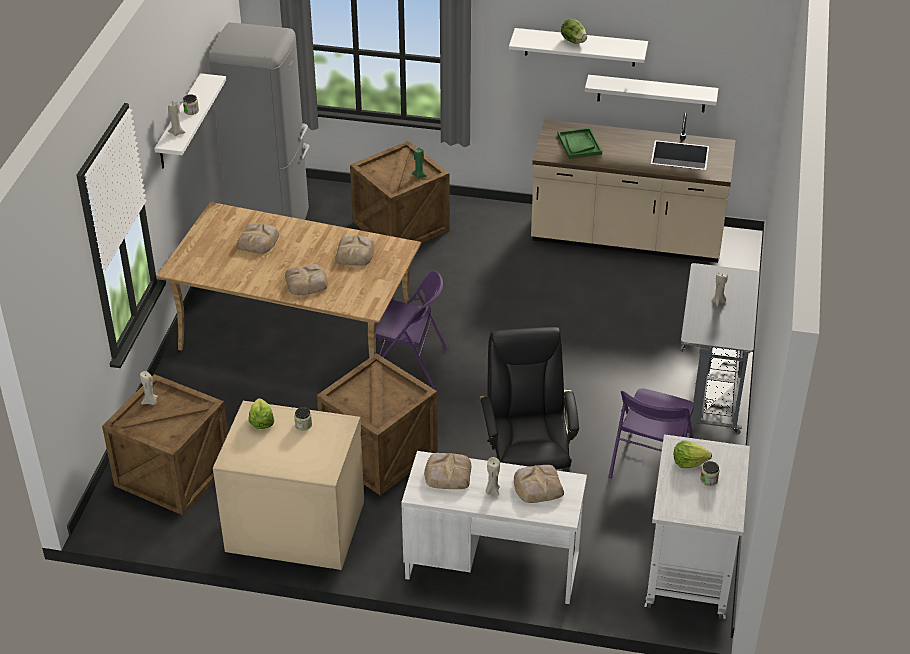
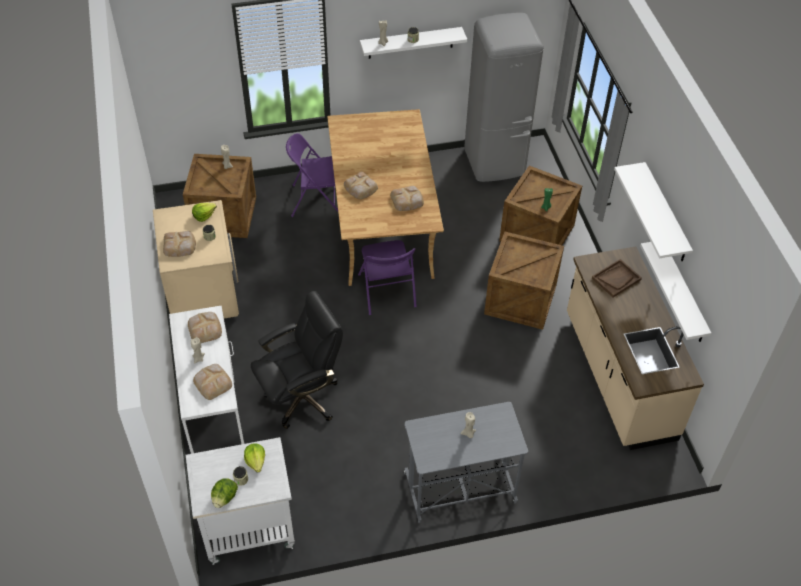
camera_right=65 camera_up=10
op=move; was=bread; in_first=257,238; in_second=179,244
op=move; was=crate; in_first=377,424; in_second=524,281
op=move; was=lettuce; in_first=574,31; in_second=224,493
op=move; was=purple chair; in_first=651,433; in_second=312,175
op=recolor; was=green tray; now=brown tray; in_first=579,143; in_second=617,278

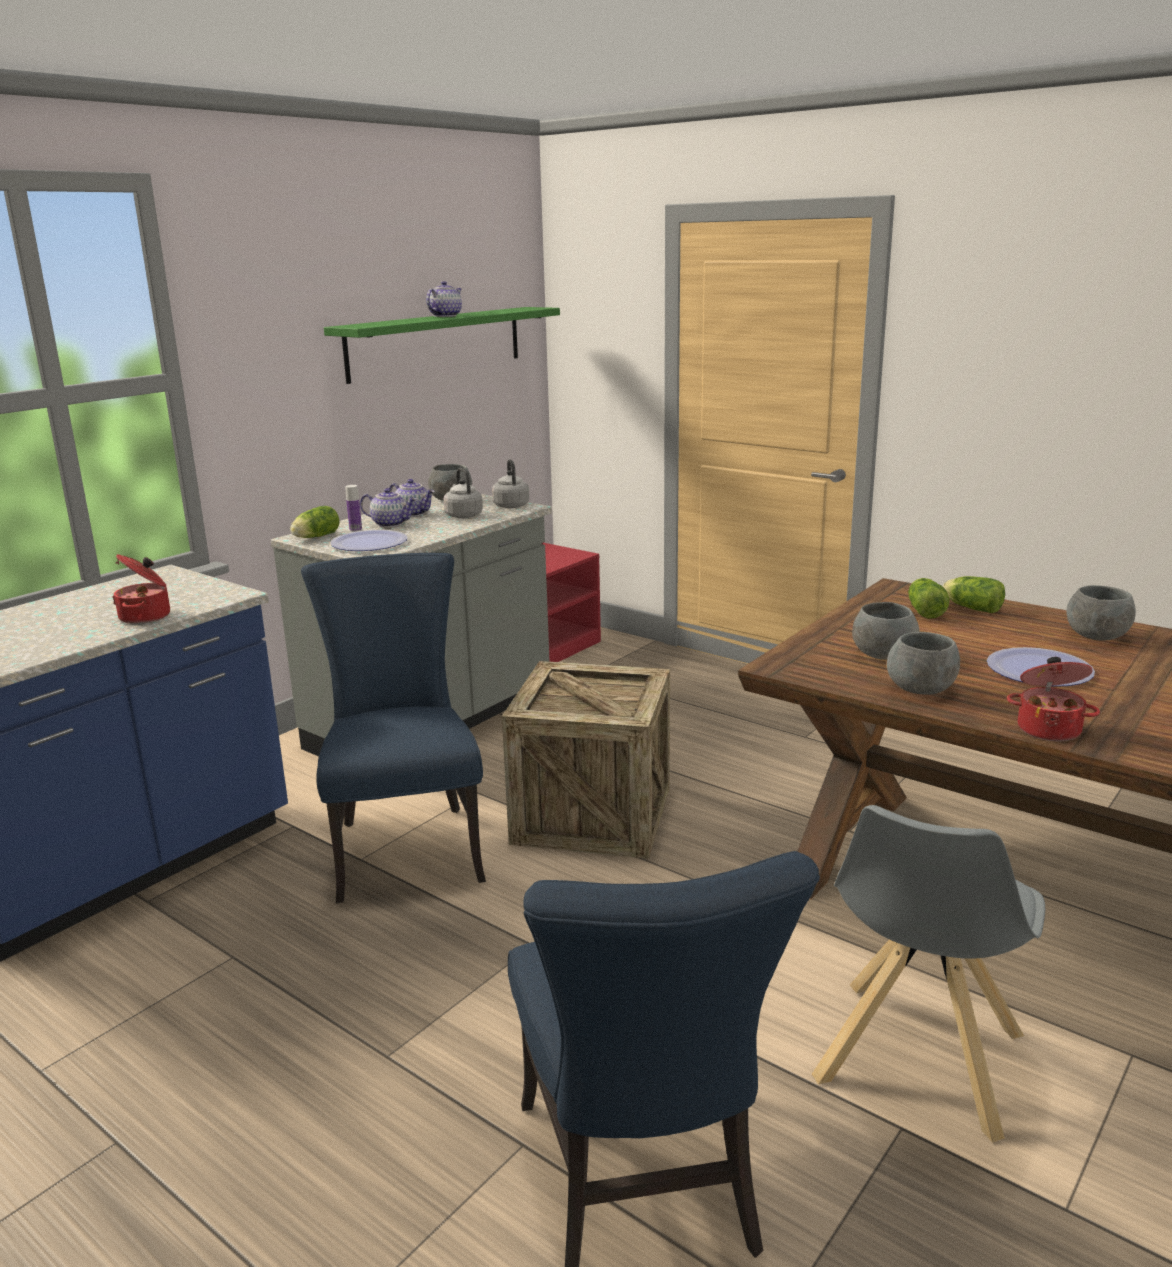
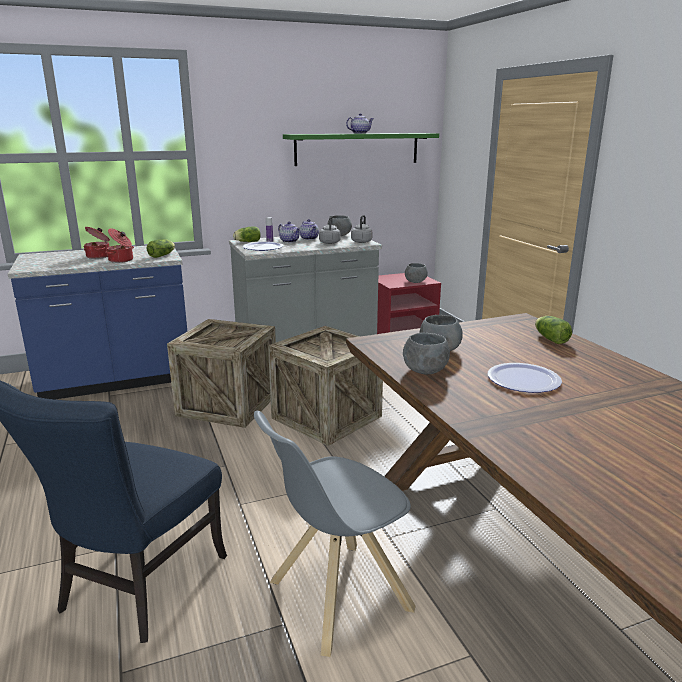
camera_right=30 camera_up=0
op=move; was=lettuce; in_first=929,598; in_second=161,248
op=move; was=cooking pot; in_first=1053,699; in_second=97,243
op=move; was=grey bowl; in_first=1101,612; in_second=416,273
op=replace; was=blue chair; now=crate; in_first=393,728; in_second=221,373

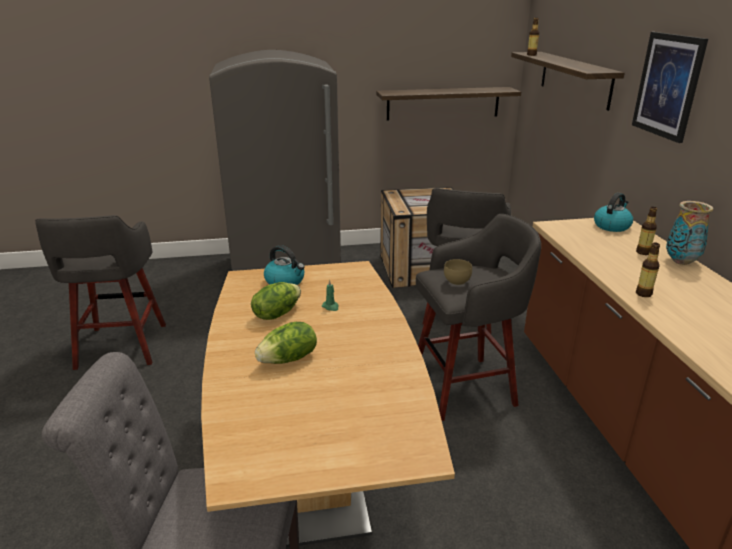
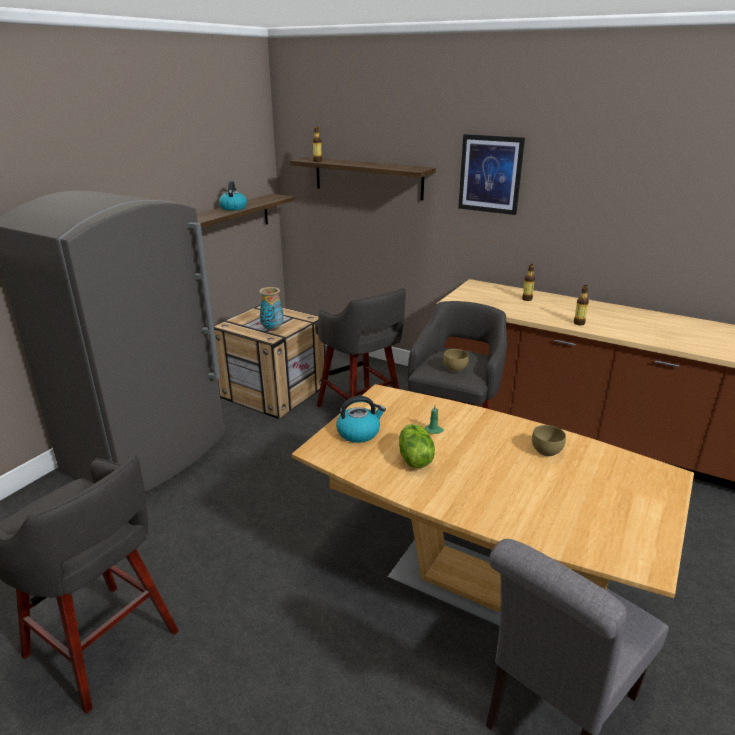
camera_right=-50 camera_up=0
op=delete; was=lettuce; in_first=286,343
op=insert; now=brown bowl; in_second=549,440
op=move; was=kettle; in_first=613,212; in_second=233,196
op=move; was=vase; in_first=689,233; in_second=271,309

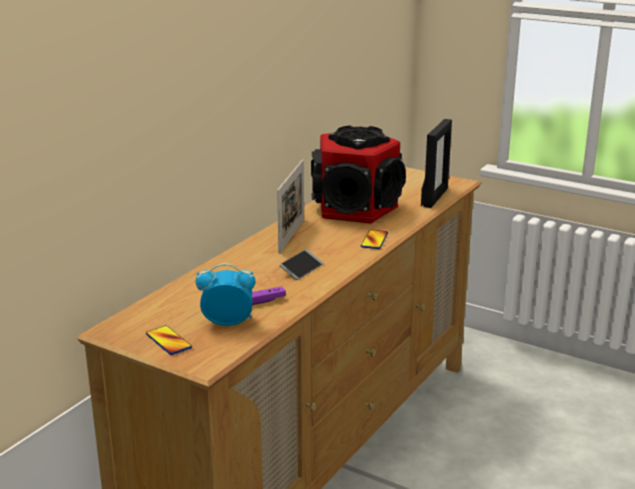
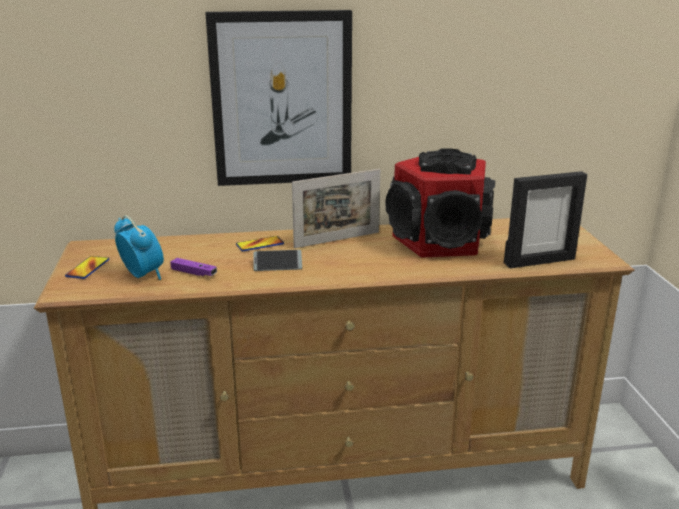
camera_right=50 camera_up=0
op=insert; now=picture; in_second=278,98
op=move; was=phone; in_first=374,239; in_second=260,243

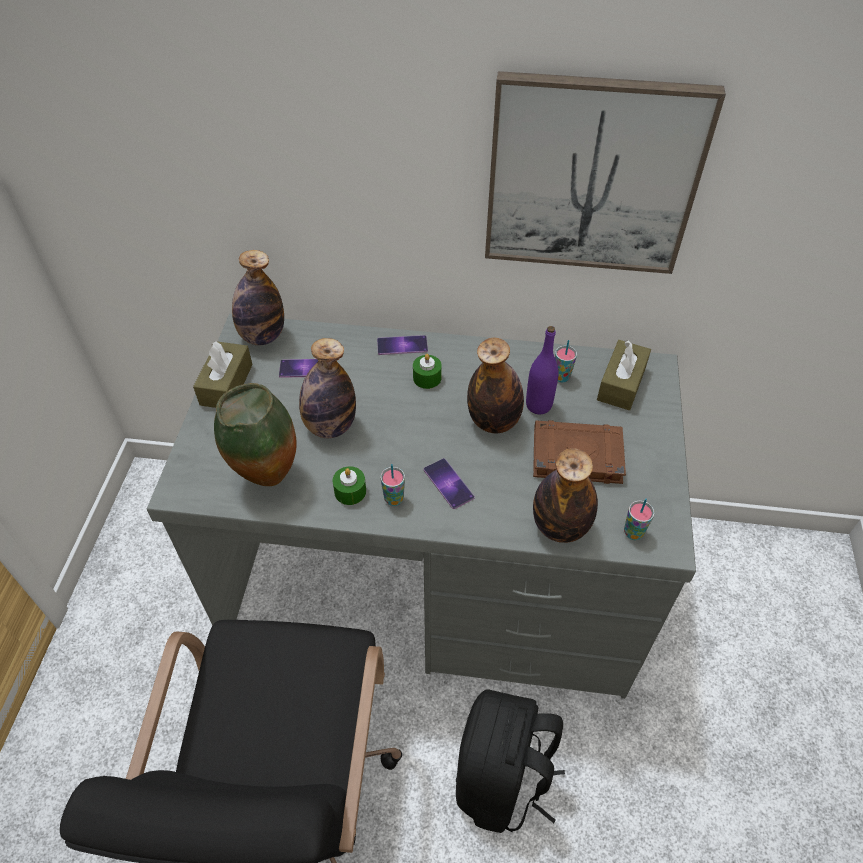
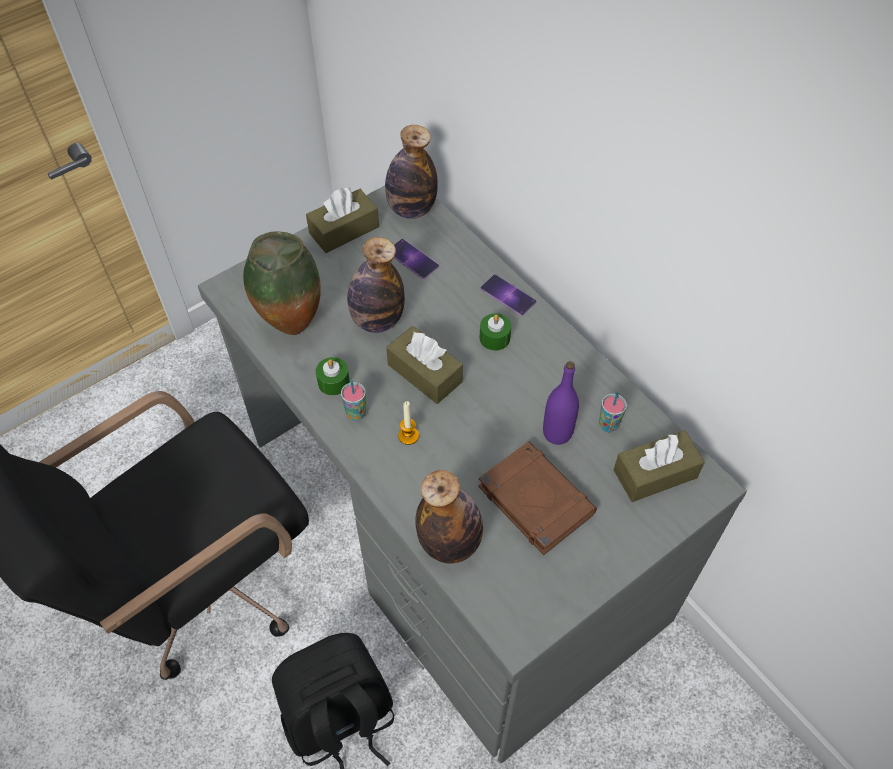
camera_right=45 camera_up=5
op=delete; was=bottle; in_first=495,386
op=delete; was=picture; in_first=605,172
op=delete; was=cup; in_first=639,519
op=insert; now=brown tissue box; in_second=424,365
op=replace; was=phone; now=candle; in_first=449,483; in_second=408,423

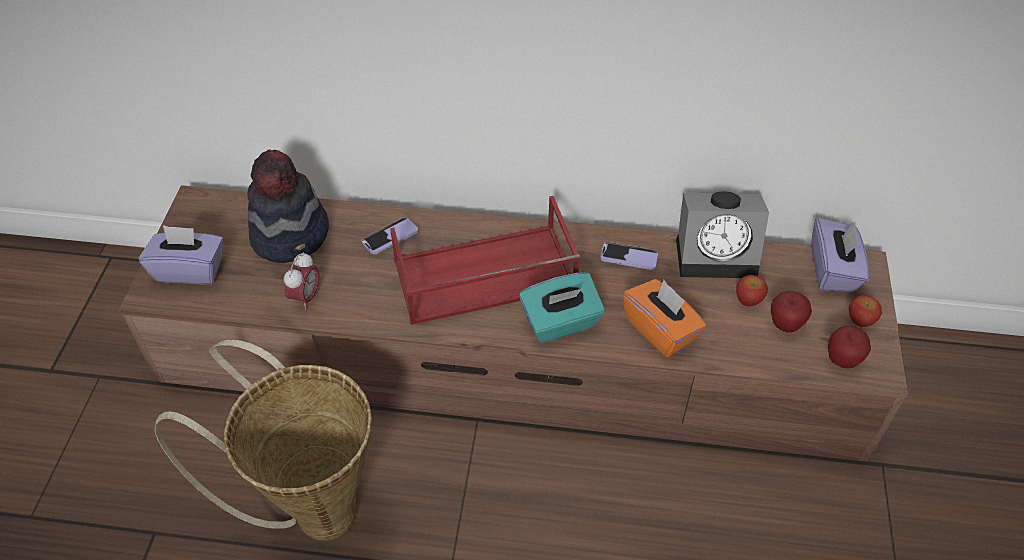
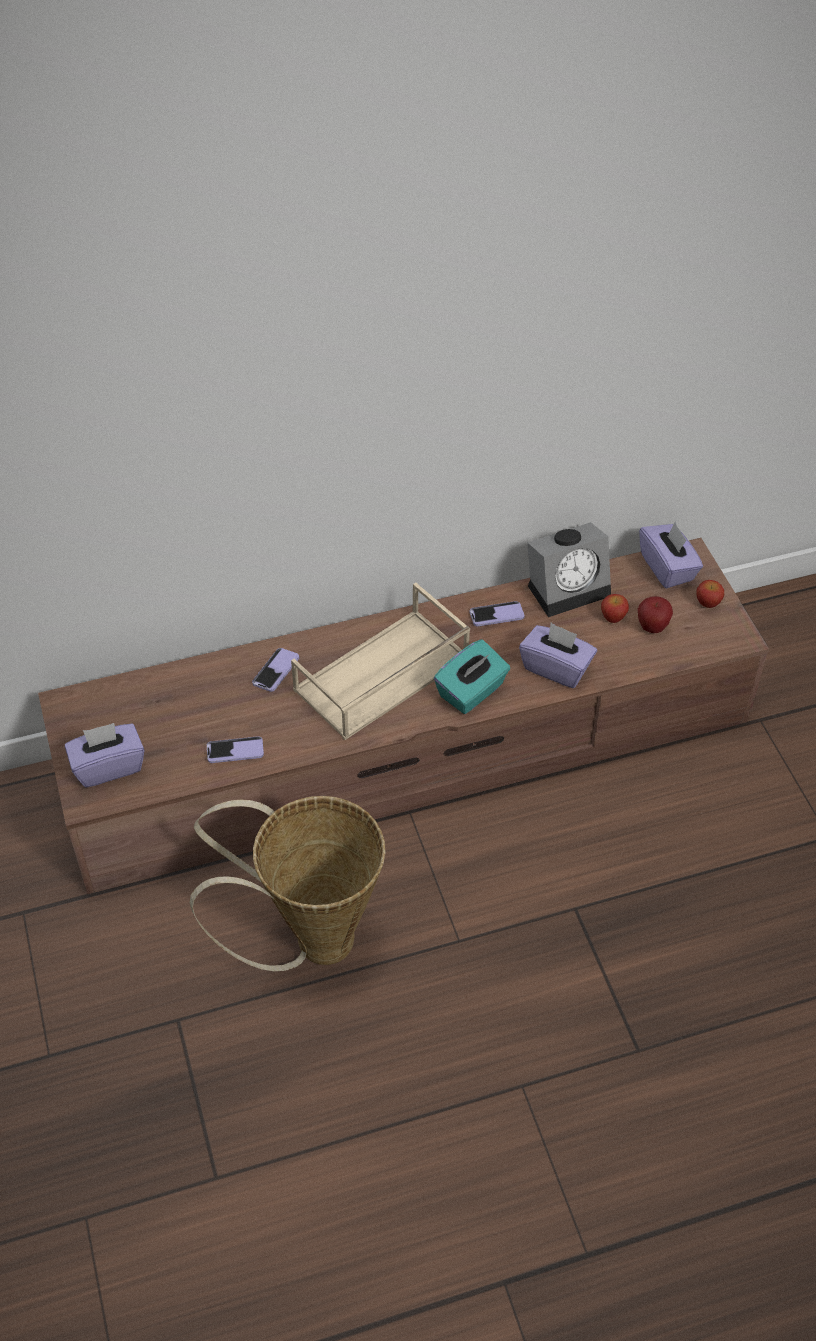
camera_right=-25 camera_up=0
op=delete; was=hat; in_first=288,206
op=delete; was=apple; in_first=849,347
op=replace; was=alarm clock; now=phone; in_first=301,281; in_second=235,749
op=recolor; was=red tray; now=beige tray; in_first=485,260; in_second=380,661
op=recolor; was=orange tissue box; now=purple tissue box; in_first=664,318; in_second=558,655

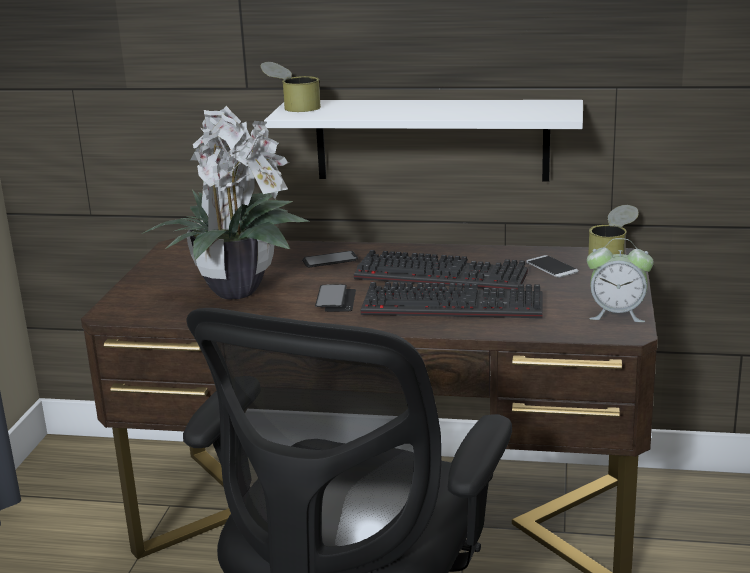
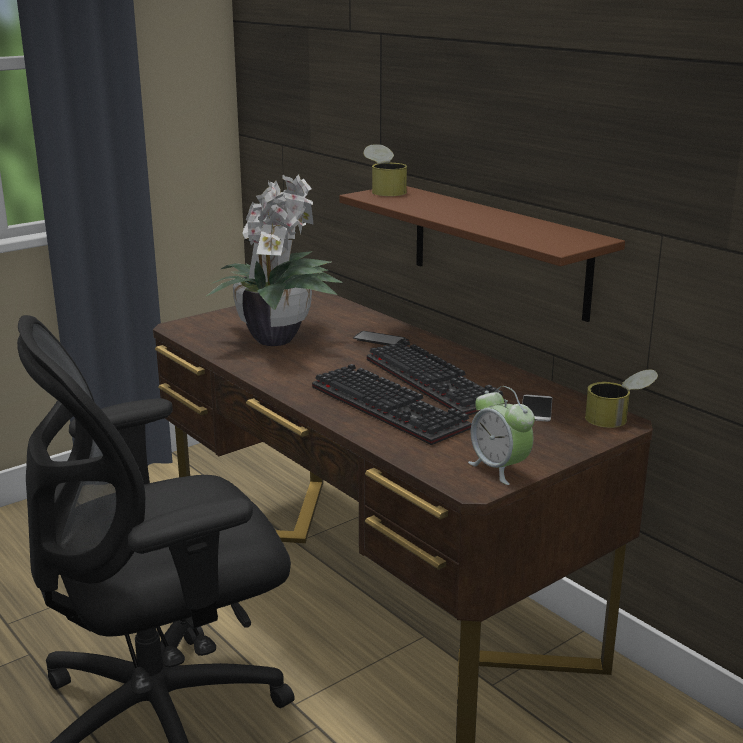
camera_right=40 camera_up=0
op=delete; was=phone; in_first=335,298
op=recolor; was=white shelf; now=brown shelf; in_first=423,141; in_second=482,254

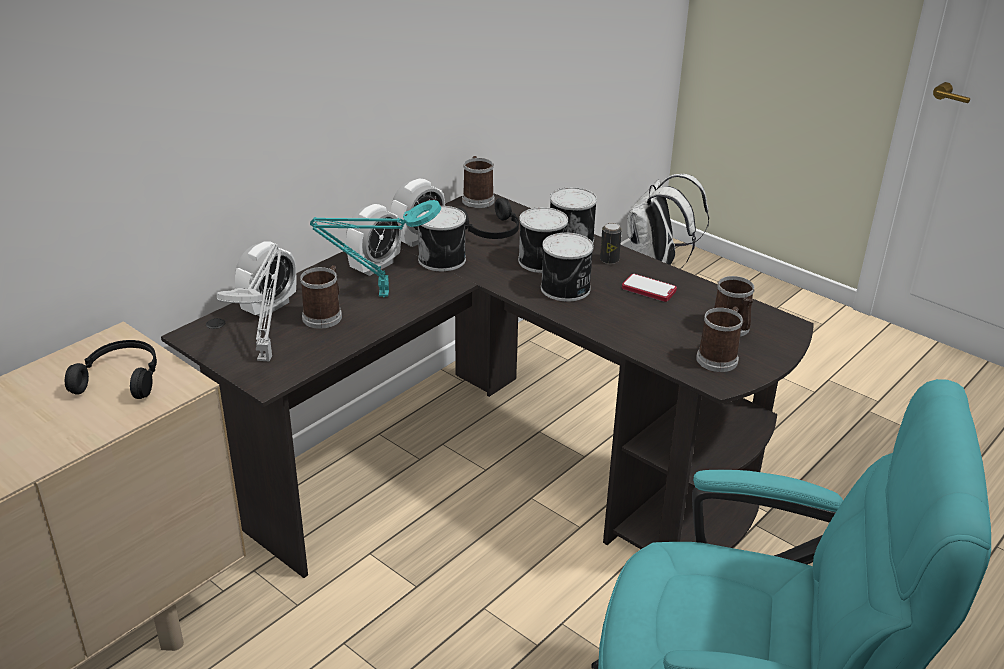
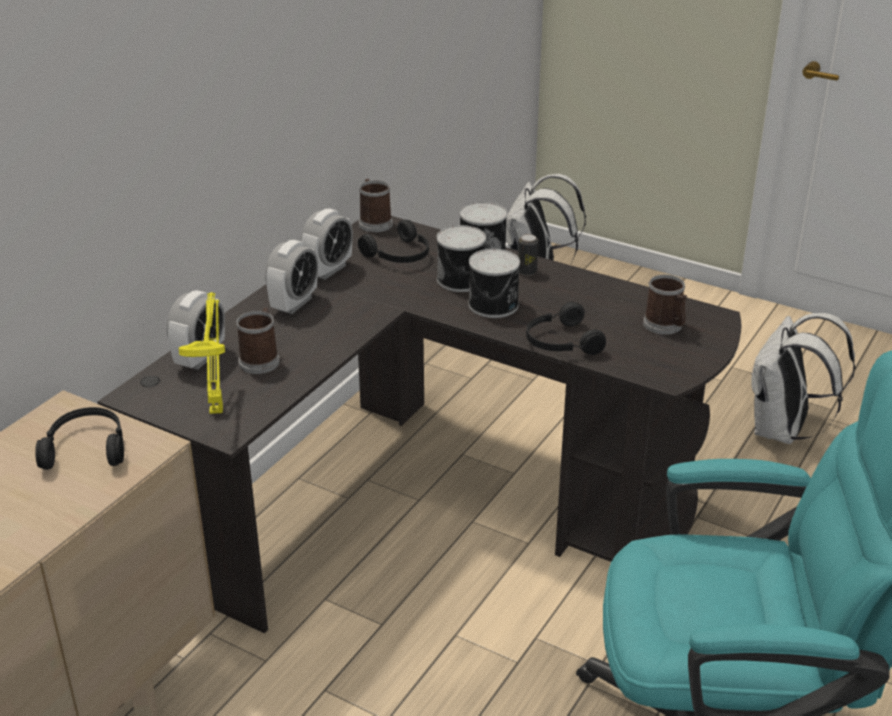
camera_right=-10 camera_up=0
op=delete; was=turquoise table lamp; in_first=375,248
op=delete; was=can; in_first=441,238
op=delete; was=phone; in_first=649,288
op=delete; was=mug; in_first=719,339
op=insert; now=black headphones; in_second=566,328
op=insert; now=white backpack; in_second=803,378
op=recolor; was=grey table lamp; now=yellow table lamp; in_first=249,302; in_second=202,353

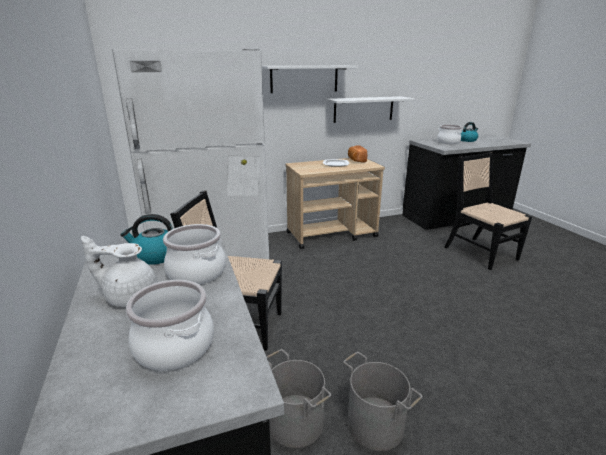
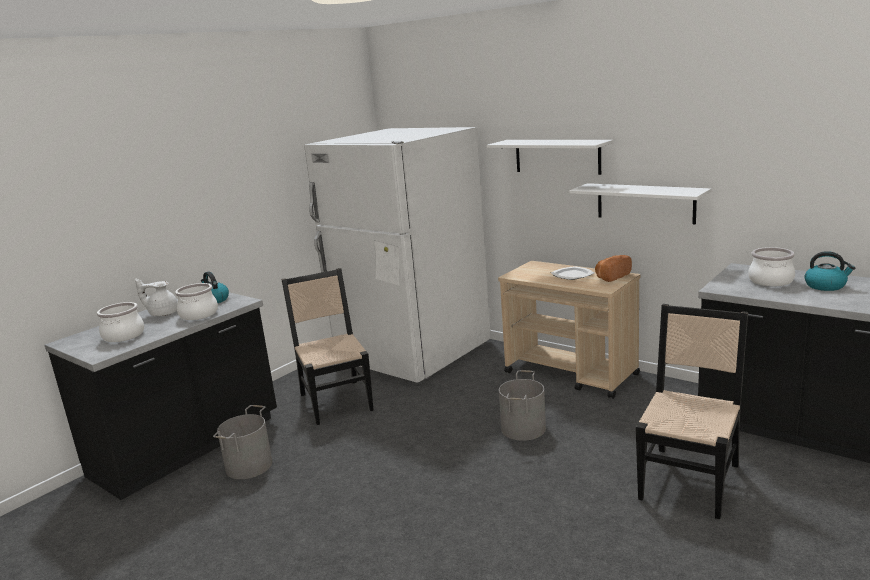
camera_right=60 camera_up=-5
op=move; was=grey bucket; in_first=382,401; in_second=522,405
op=rotate; was=white teapot; in_first=119,271; in_second=156,297; clockwise=-60

